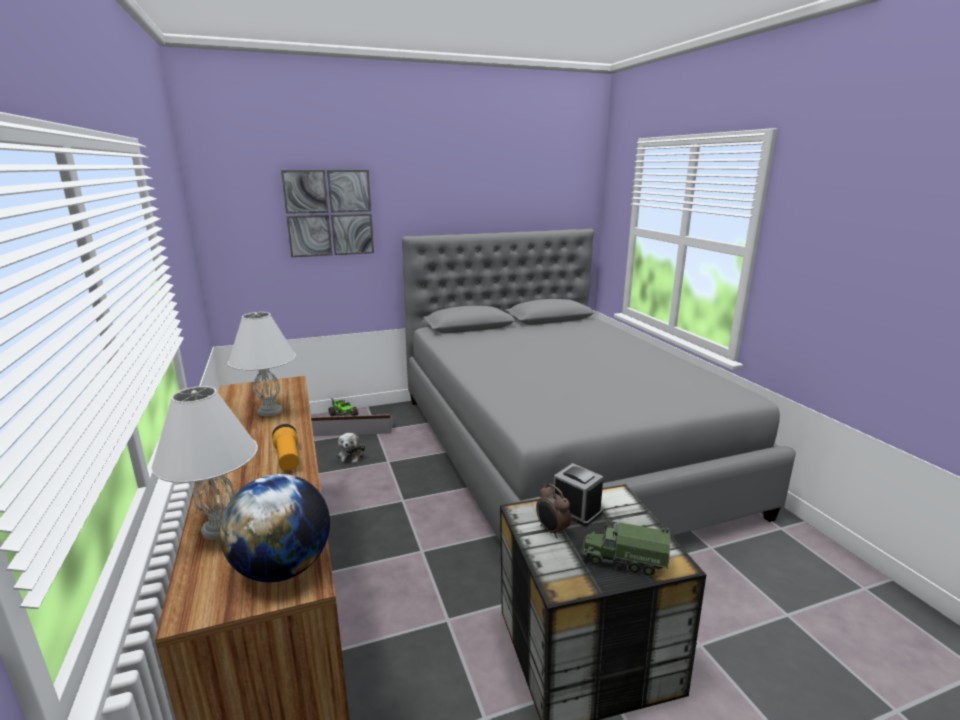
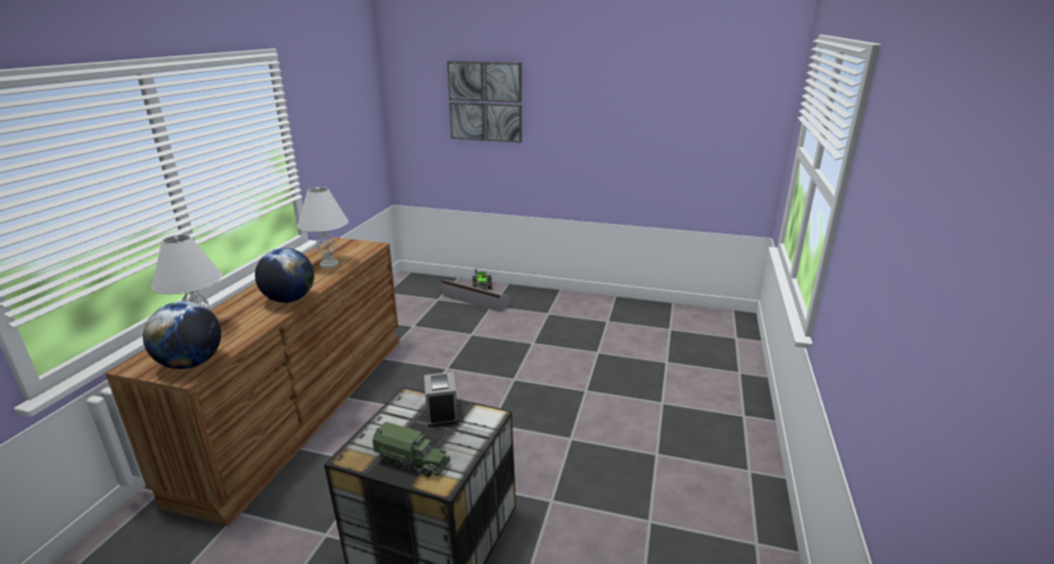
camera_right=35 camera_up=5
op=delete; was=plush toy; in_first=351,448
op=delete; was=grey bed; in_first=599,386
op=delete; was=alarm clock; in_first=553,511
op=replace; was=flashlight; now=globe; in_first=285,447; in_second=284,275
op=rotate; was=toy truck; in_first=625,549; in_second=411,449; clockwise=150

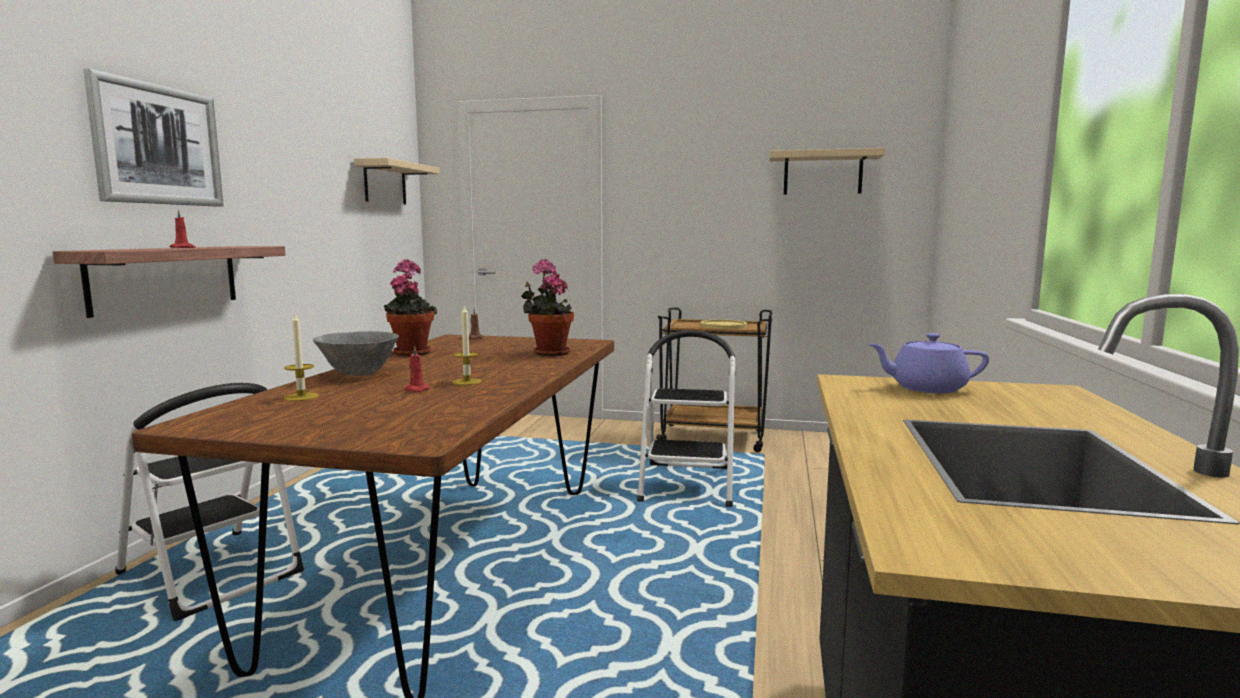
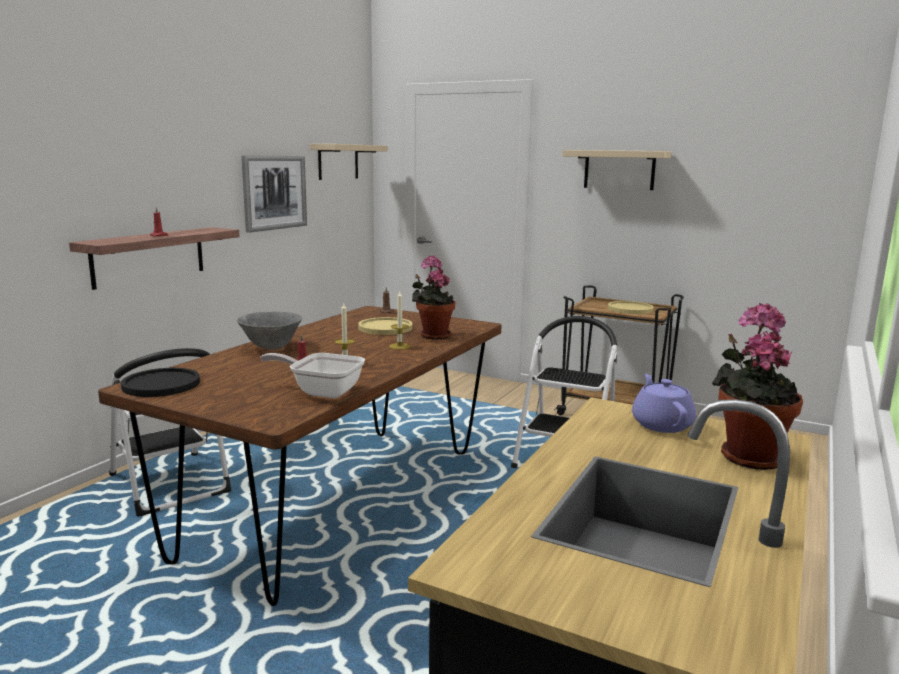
camera_right=15 camera_up=5
op=insert; now=black plate; in_second=160,382
op=insert; now=frying pan; in_second=312,375
op=insert; now=yellow plate; in_second=385,326
op=move; was=picture; in_first=153,137; in_second=274,194
op=move; was=candle; in_first=301,357; in_second=399,320
op=move; was=potted plant; in_first=410,307; in_second=757,386
op=move; was=beige shelf; in_first=827,171; in_second=617,170
op=rotate; was=purple teapot; in_first=929,363; in_second=664,403; clockwise=60

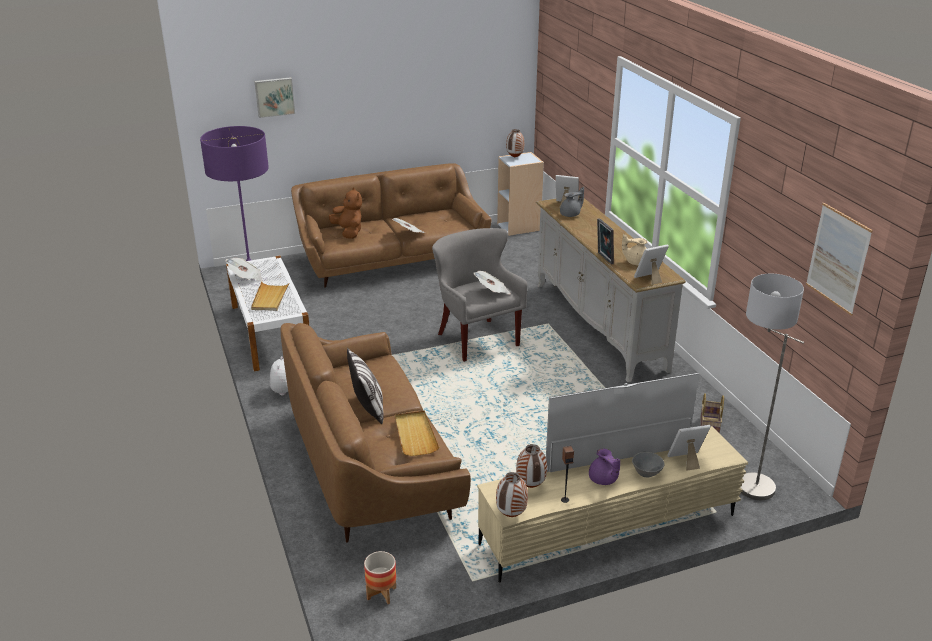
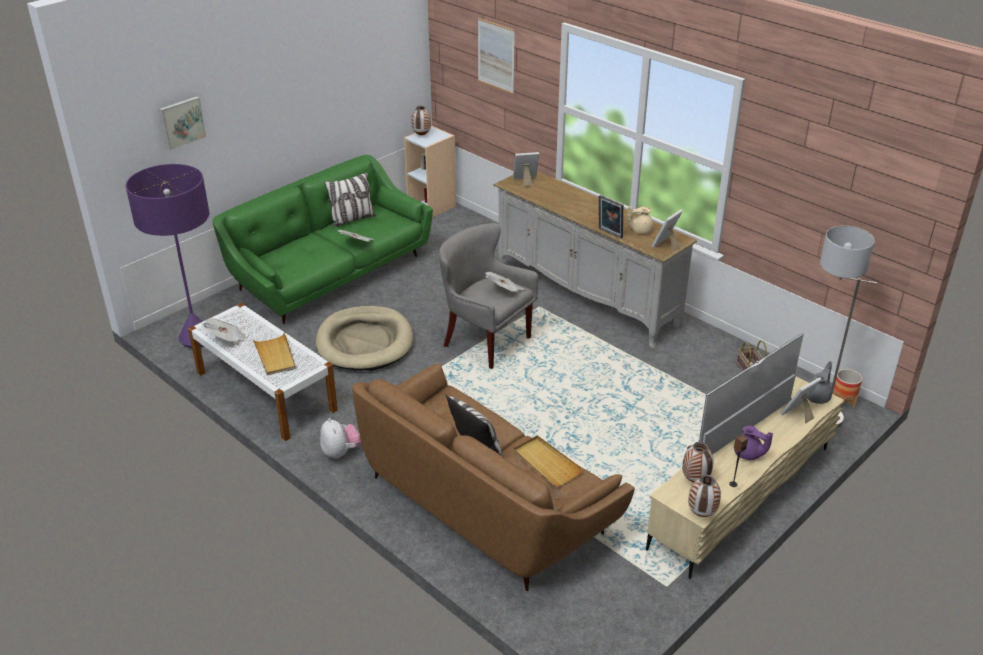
camera_right=-25 camera_up=5
op=delete; was=brown plush toy; in_first=345,213
op=delete; was=grey bowl; in_first=648,464
op=insert; now=beige dog bed; in_second=364,338
op=insert; now=pillow; in_second=350,200
op=move; was=planter; in_first=380,577; in_second=847,388
op=move; was=grey teapot; in_first=572,202; in_second=819,382
op=move; was=picture; in_first=839,259; in_second=496,56
op=recolor; was=brown sofa; now=green sofa; in_first=391,225; in_second=323,239

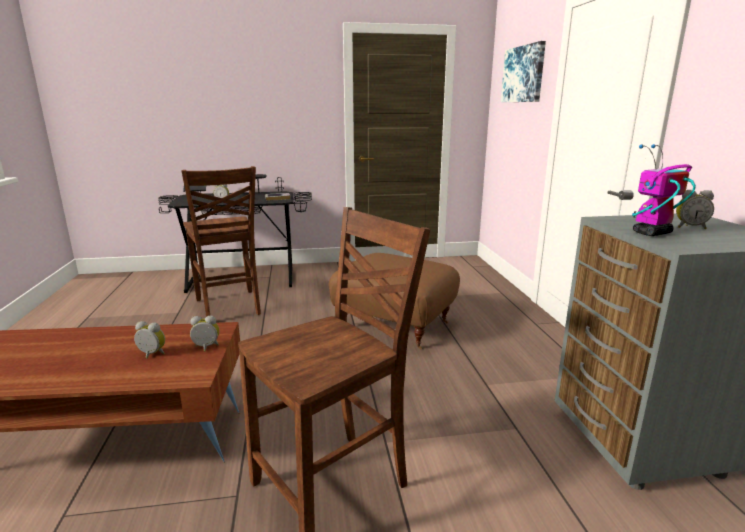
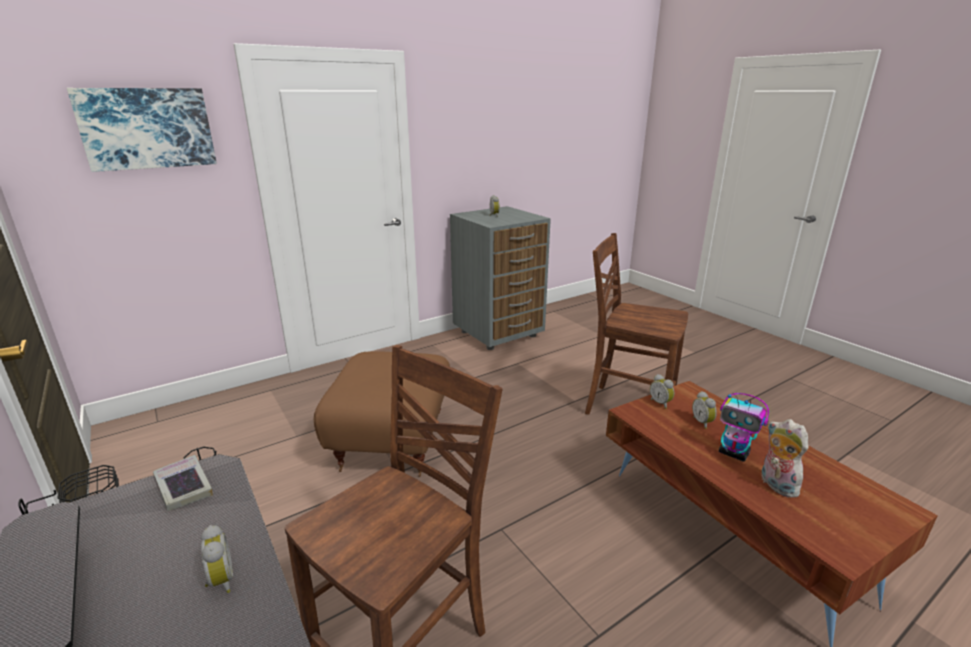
camera_right=-115 camera_up=5
op=insert; now=plush toy; in_second=785,458
op=move; was=toy robot; in_first=664,190; in_second=744,427

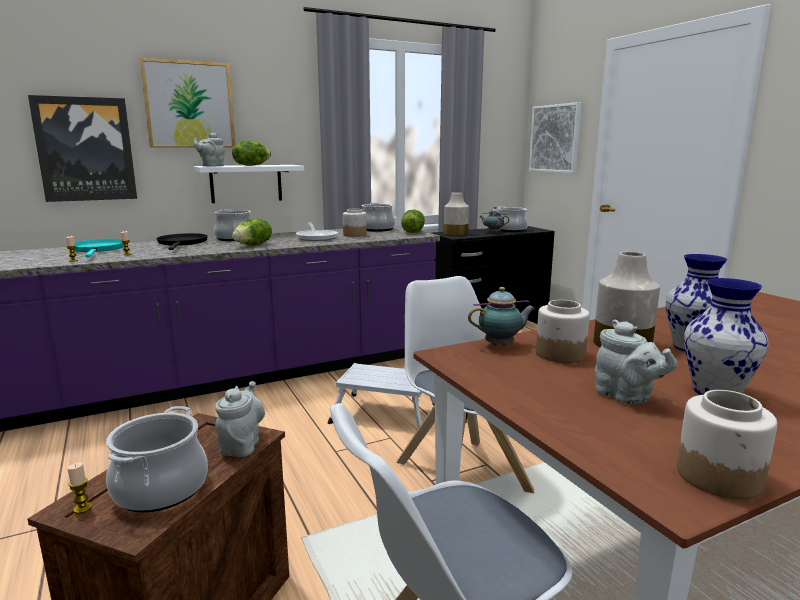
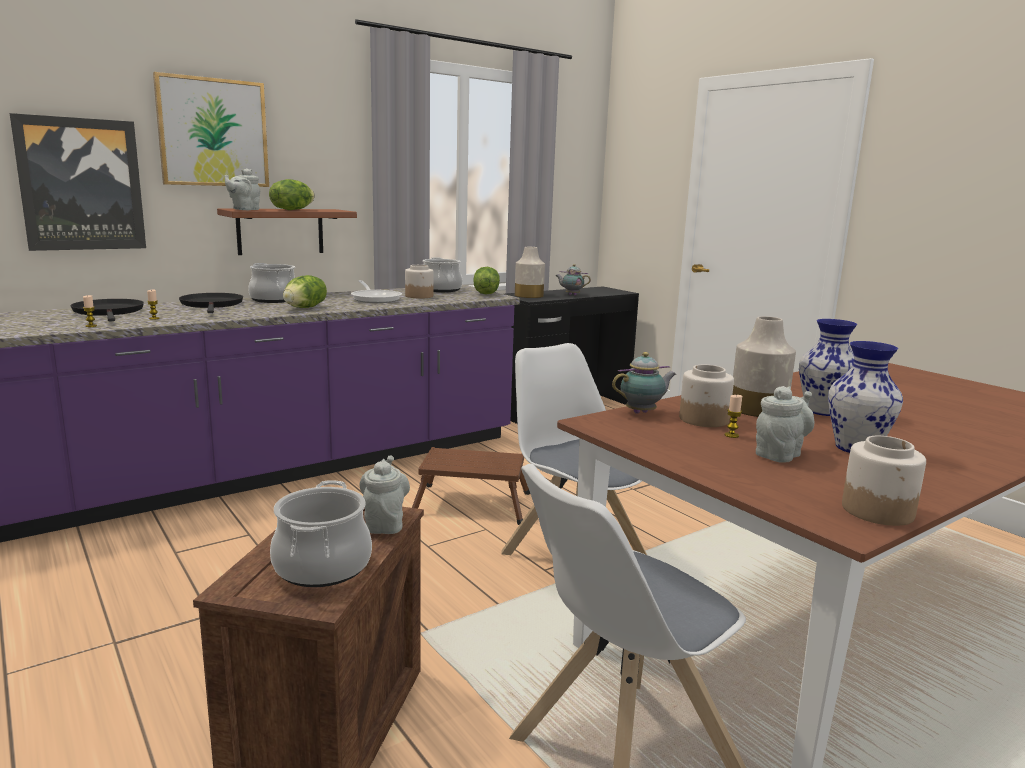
camera_right=-10 camera_up=0
op=delete; was=cooking pot; in_first=513,219
op=delete; was=picture; in_first=555,138
op=move; was=candle; in_first=79,488; in_second=733,416
op=recolor; was=turquoise frying pan; now=black frying pan; in_first=99,248; in_second=107,310
op=recolor; was=white shelf; now=brown shelf; in_first=249,184; in_second=287,231
op=recolor; was=white step ladder; now=brown step ladder; in_first=381,395; in_second=471,486
op=rotate; was=grey teapot; in_first=636,362; in_second=785,424; clockwise=-90

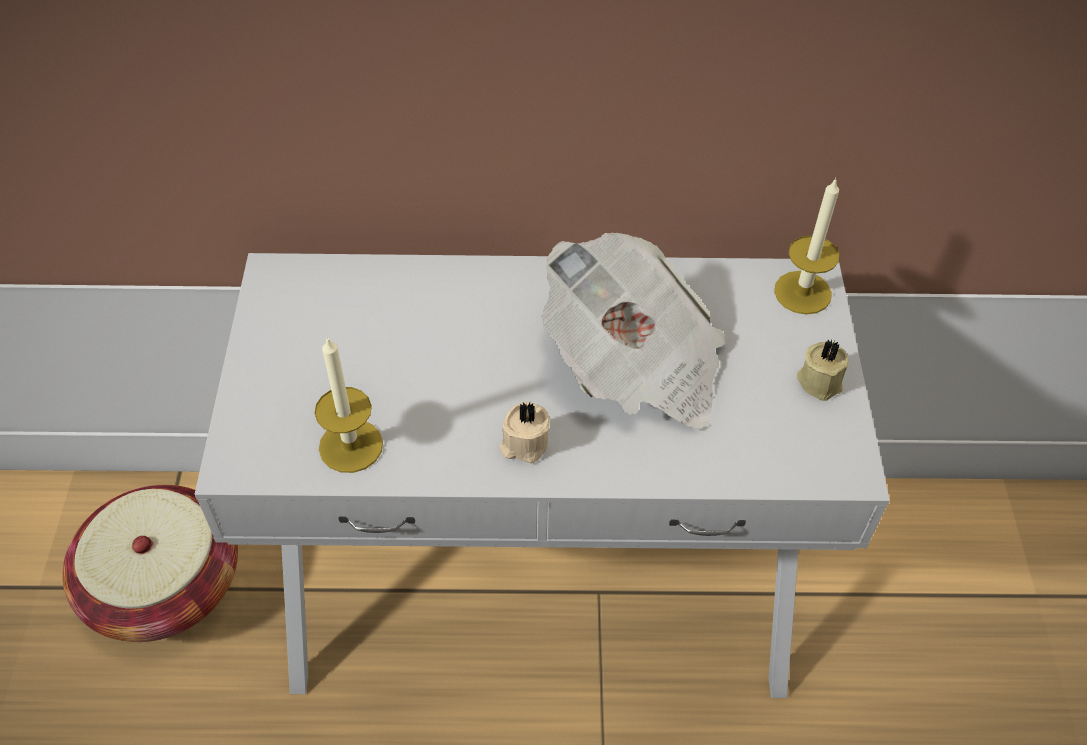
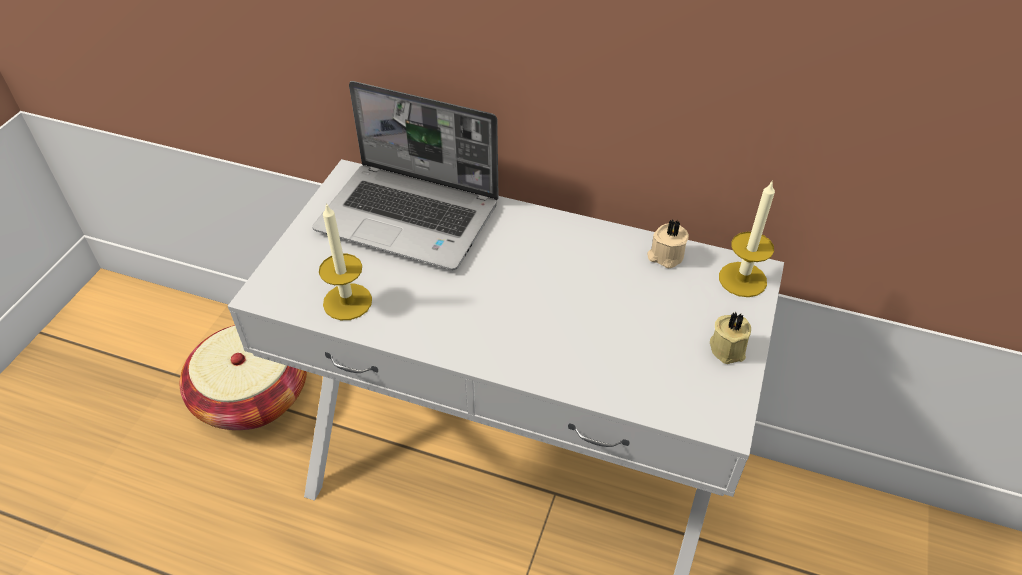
camera_right=20 camera_up=-5
op=delete; was=newspaper; in_first=633,331
op=insert; now=laptop; in_second=405,175
op=move; was=beige candle; in_first=524,432; in_second=668,243

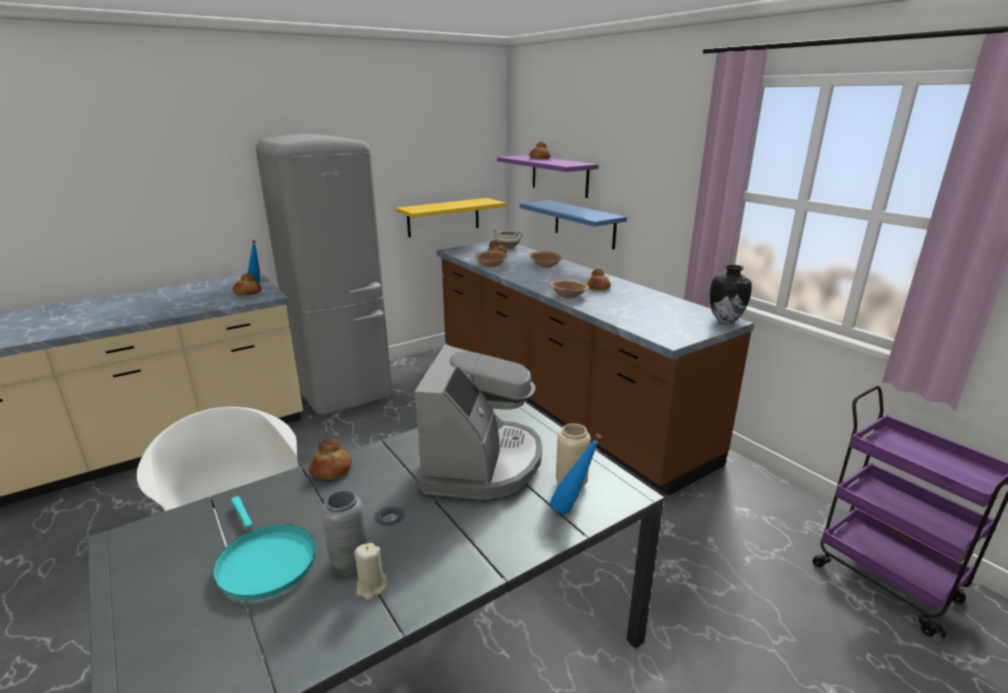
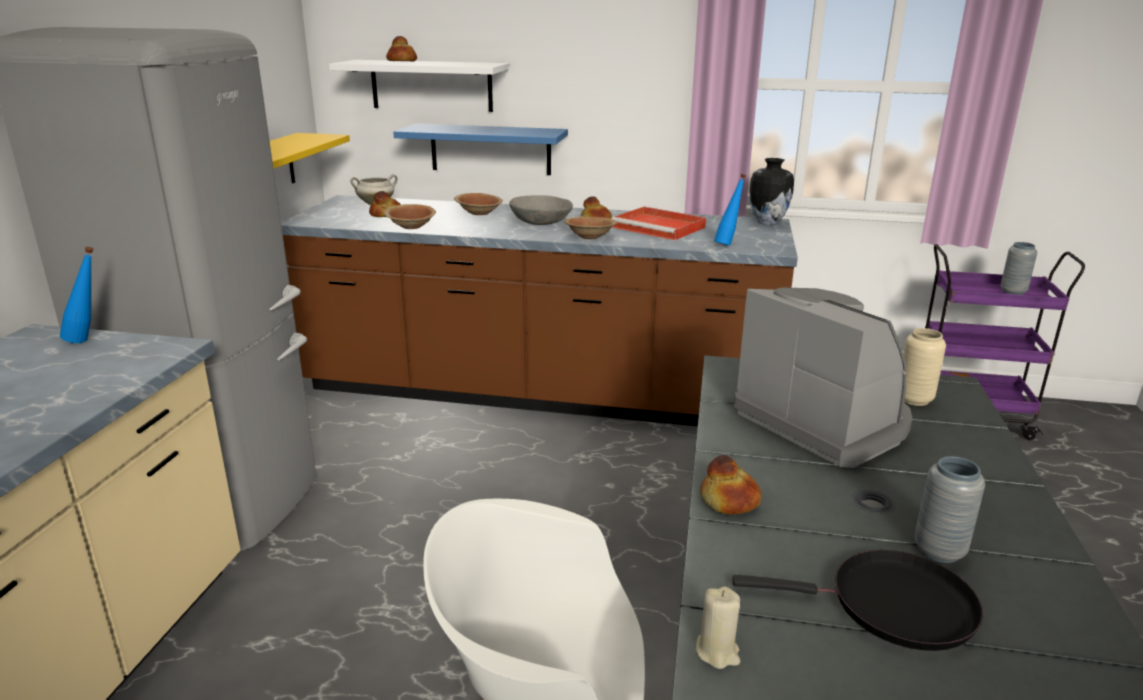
camera_right=-45 camera_up=0
op=delete; was=bread; in_first=247,284
op=insert; now=grey bowl; in_second=541,210
op=insert; now=red tray; in_second=658,223
op=insert; now=grey vase; in_second=1018,268
op=move; was=beige candle; in_first=371,571; in_second=718,628
op=move; was=blue bottle; in_first=576,474; in_second=730,210
op=recolor; was=turquoise frying pan; now=black frying pan; in_first=264,548; in_second=858,600
op=recolor; was=purple shelf; now=white shelf; in_first=547,176; in_second=419,86

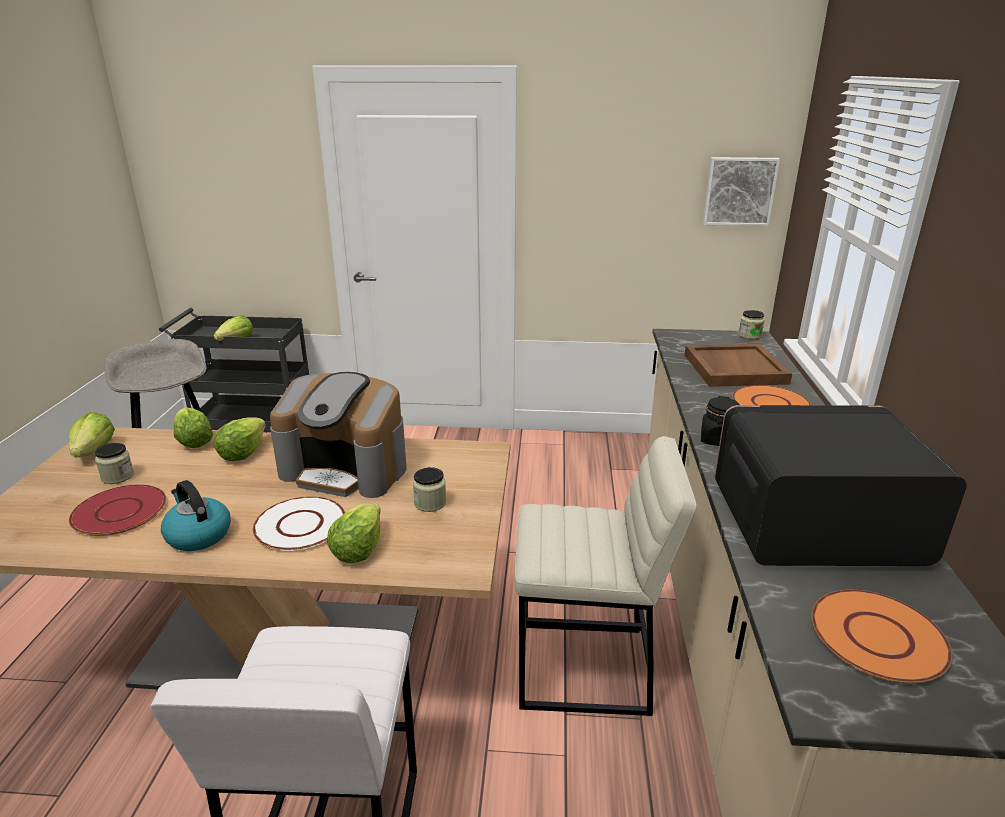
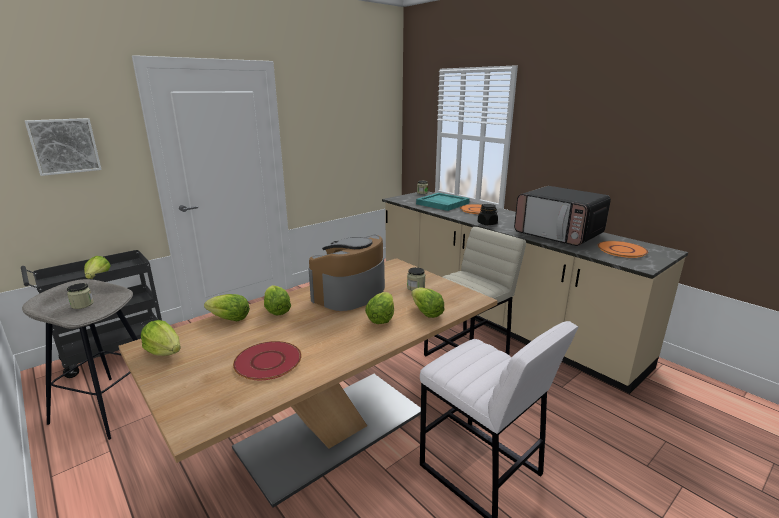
camera_right=-45 camera_up=-5
op=delete; was=kettle; in_first=196,515
op=move; was=jar; in_first=114,463; in_second=80,296
op=move; was=picture; in_first=741,191; in_second=63,147
op=replace; was=white plate; now=lettuce; in_first=299,523; in_second=379,308
op=recolor; was=brown tray; now=turquoise tray; in_first=738,365; in_second=443,202
op=rotate; was=coffee machine; in_first=338,435; in_second=346,272; clockwise=150
op=rotate; was=microwave; in_first=841,485; in_second=562,216; clockwise=-90

